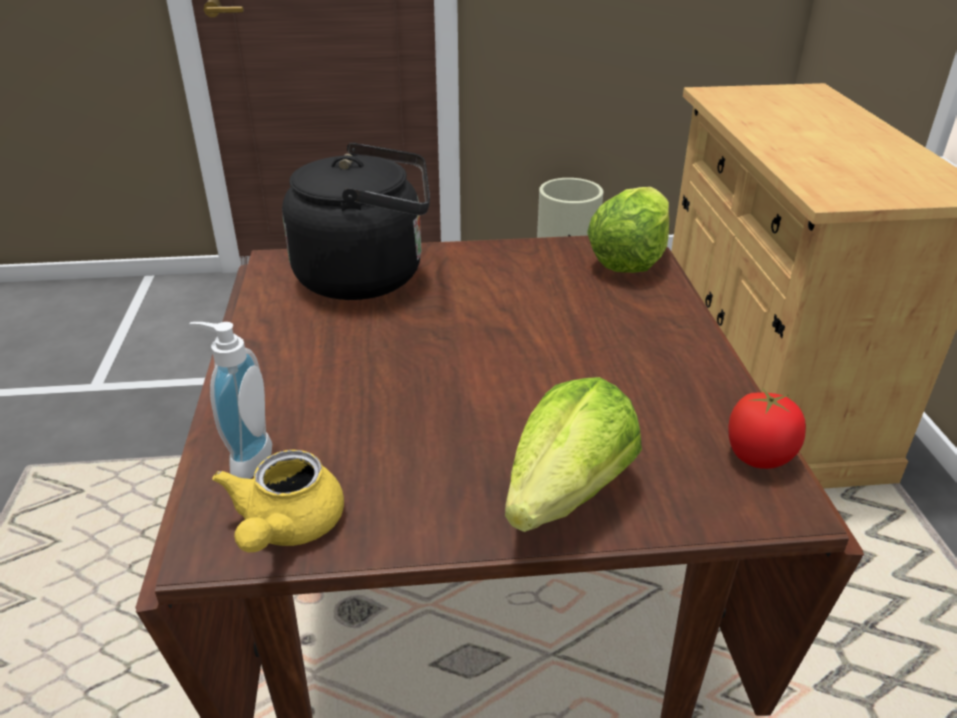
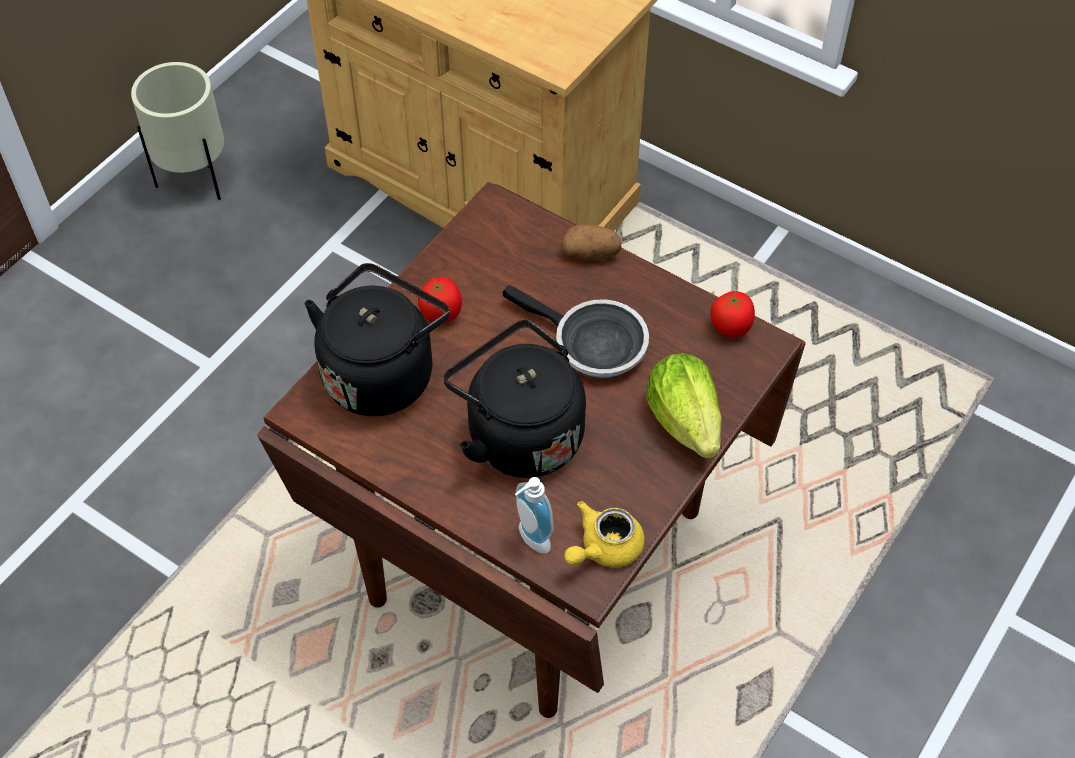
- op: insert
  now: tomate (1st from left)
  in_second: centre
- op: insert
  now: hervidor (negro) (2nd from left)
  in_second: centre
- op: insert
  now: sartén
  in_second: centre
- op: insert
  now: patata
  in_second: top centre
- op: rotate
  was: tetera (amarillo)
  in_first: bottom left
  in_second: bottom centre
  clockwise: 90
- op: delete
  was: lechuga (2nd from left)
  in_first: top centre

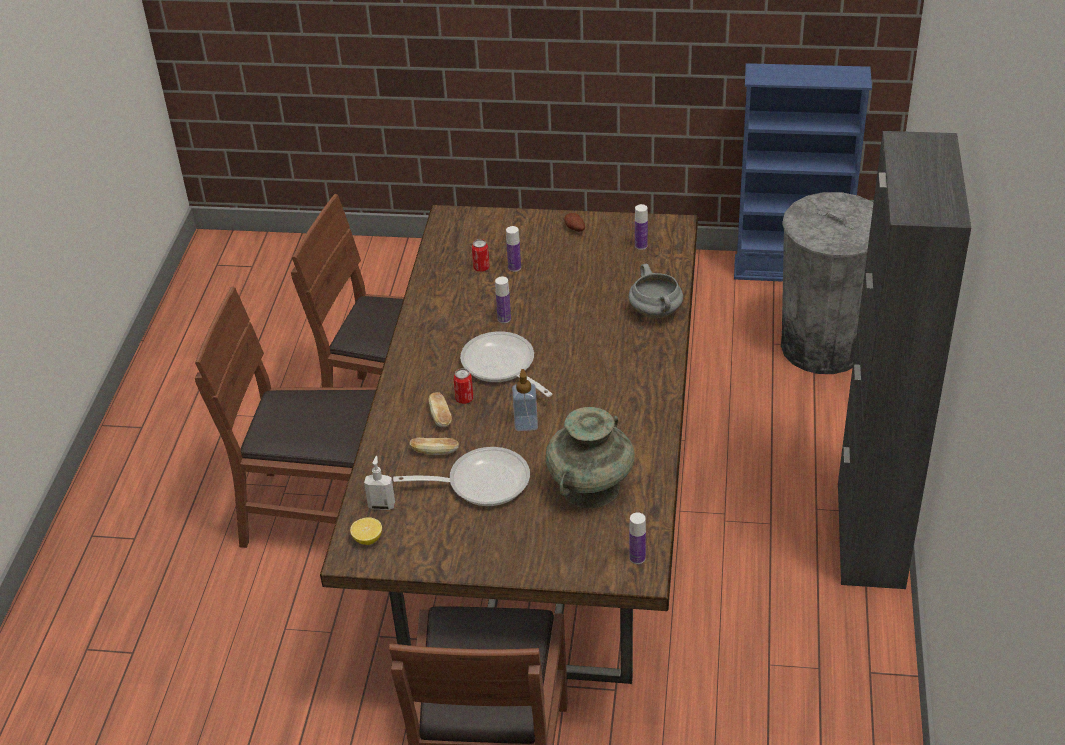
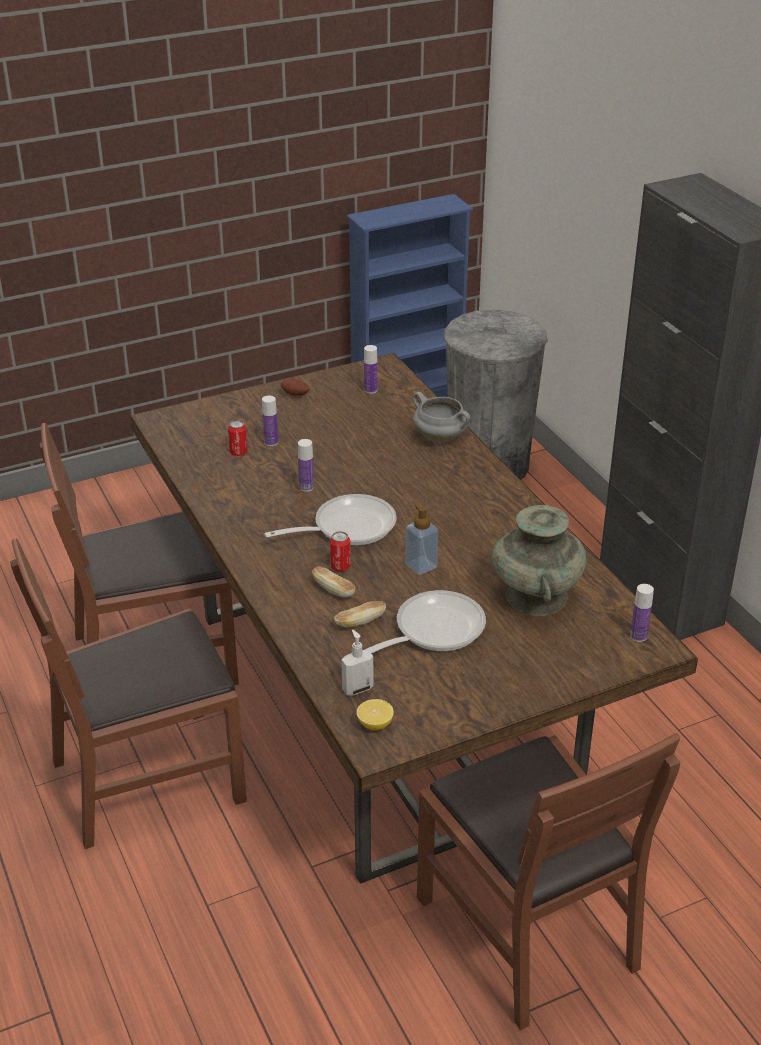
- op: rotate
  was: sartén (2nd from left in the first image)
  in_first: centre
  in_second: centre
  clockwise: 135

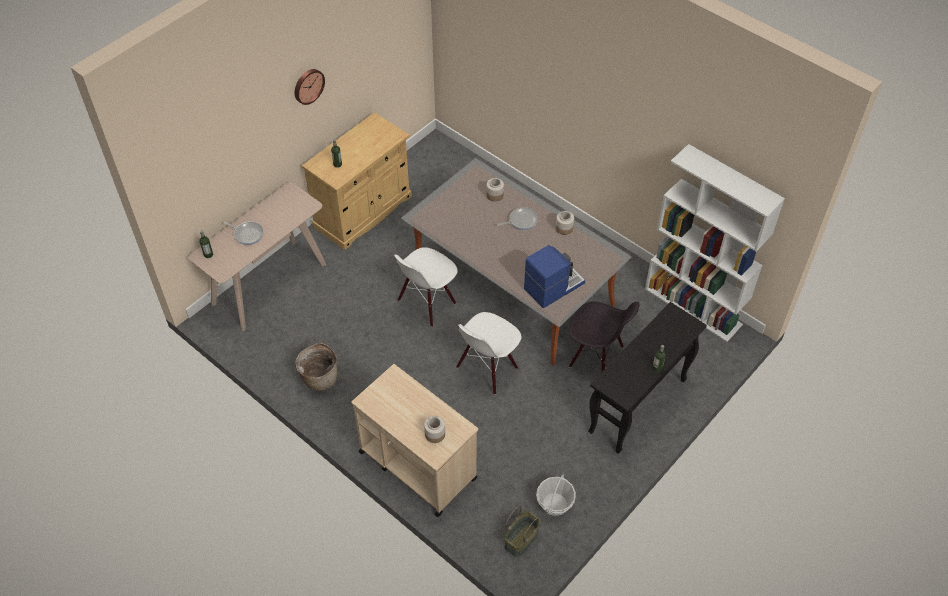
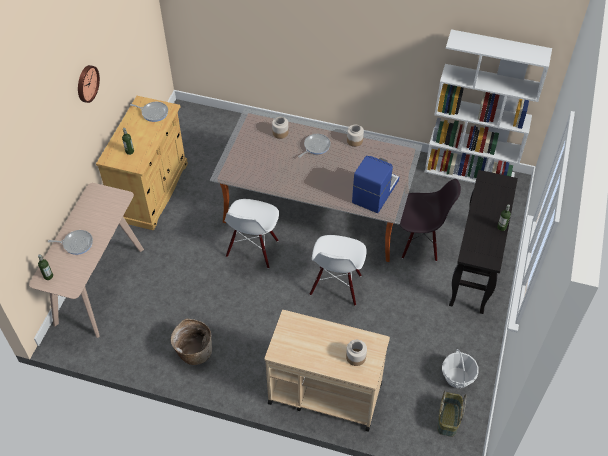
- op: insert
  now: sartén (2nd from left)
  in_second: top left

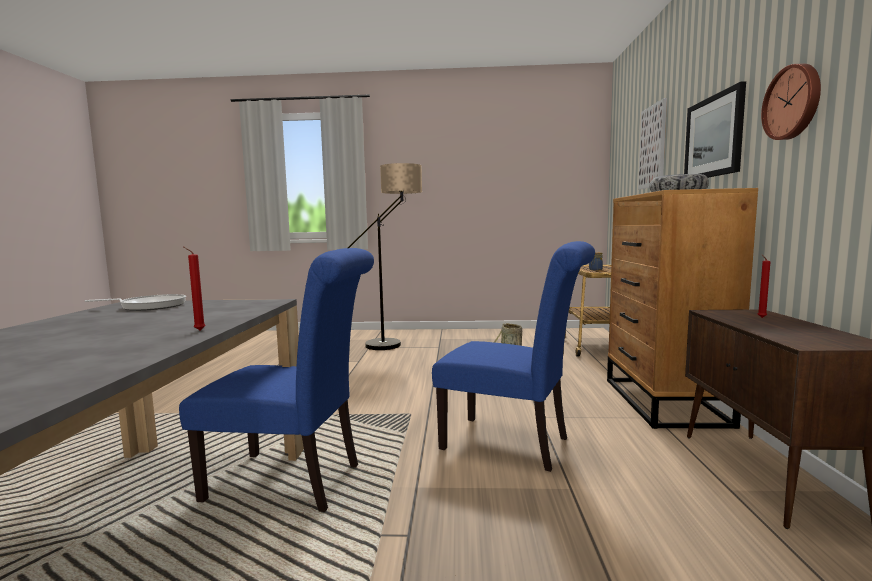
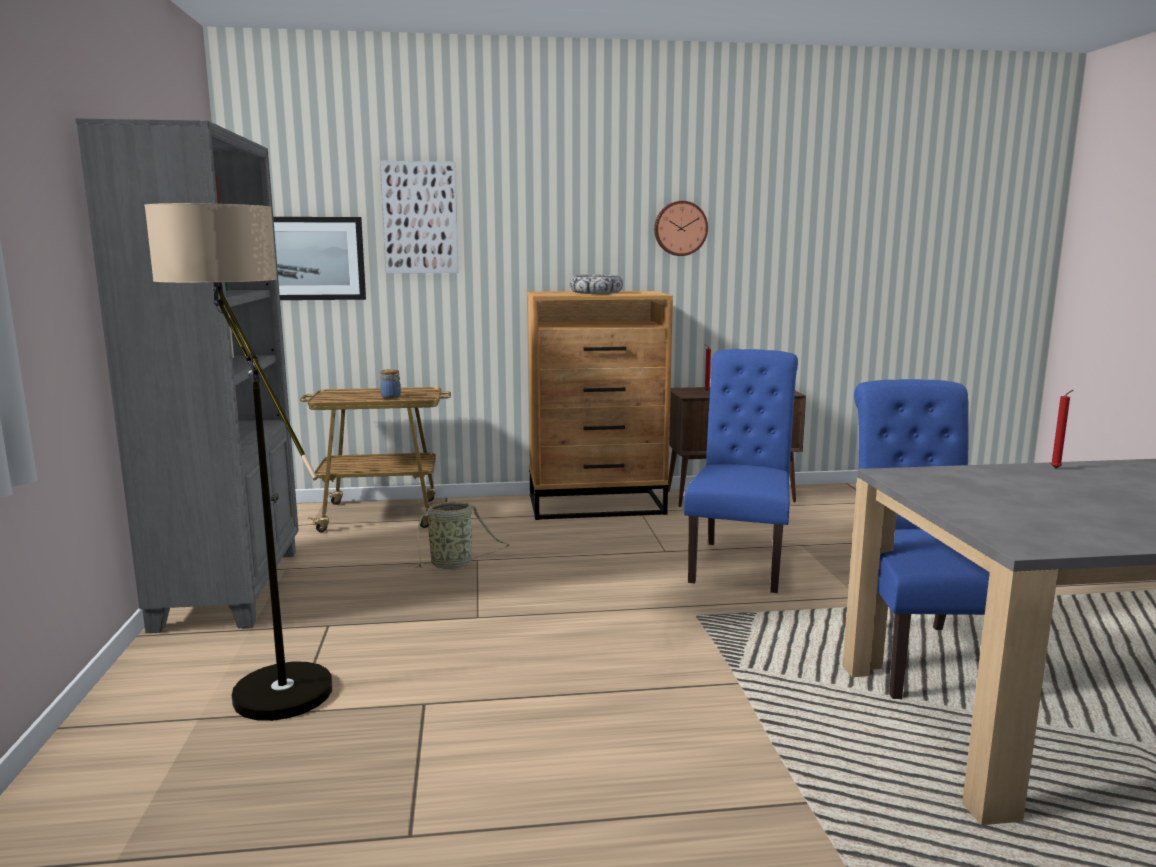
- op: insert
  now: estantería (gris)
  in_second: middle left
- op: move
  was: cuadro (2nd from left in the first image)
  now: cuadro (1st from left)
  in_first: top right
  in_second: top left
- op: delete
  was: sartén
  in_first: middle left

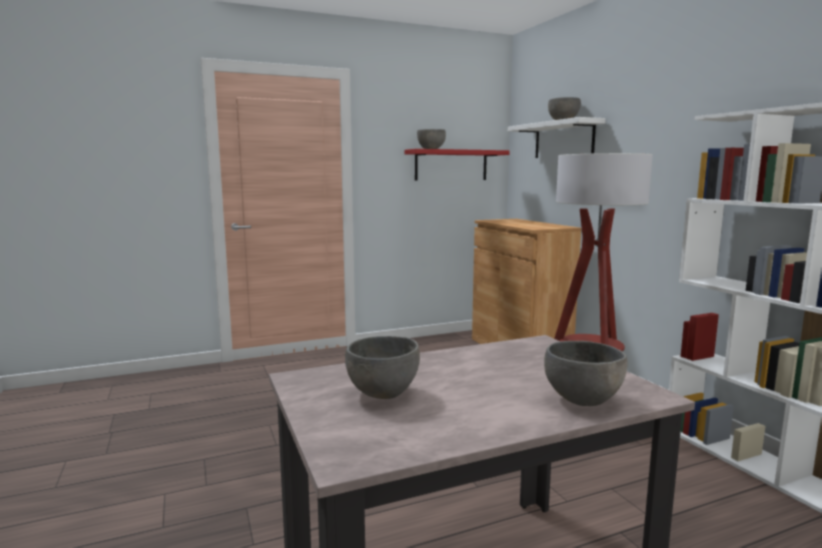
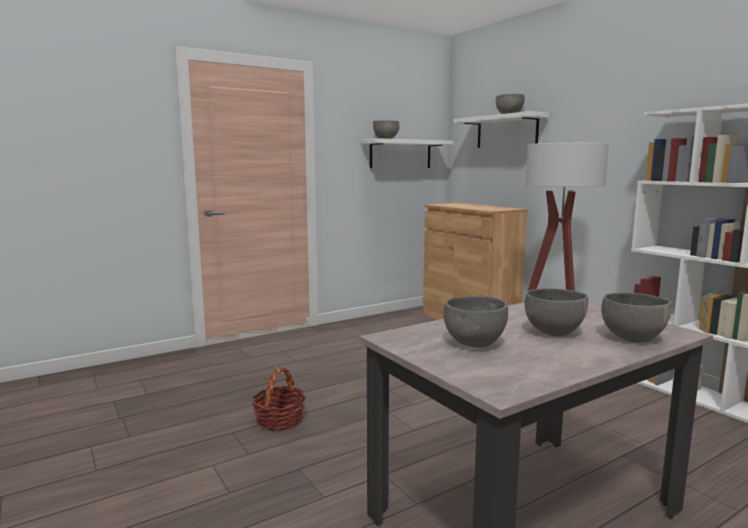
- op: insert
  now: cesta
  in_second: bottom centre
- op: recolor
  was: estante (rojo)
  now: estante (blanco) (1st from left)
  in_first: top centre
  in_second: top centre
- op: insert
  now: cuenco (gris) (4th from left)
  in_second: middle right

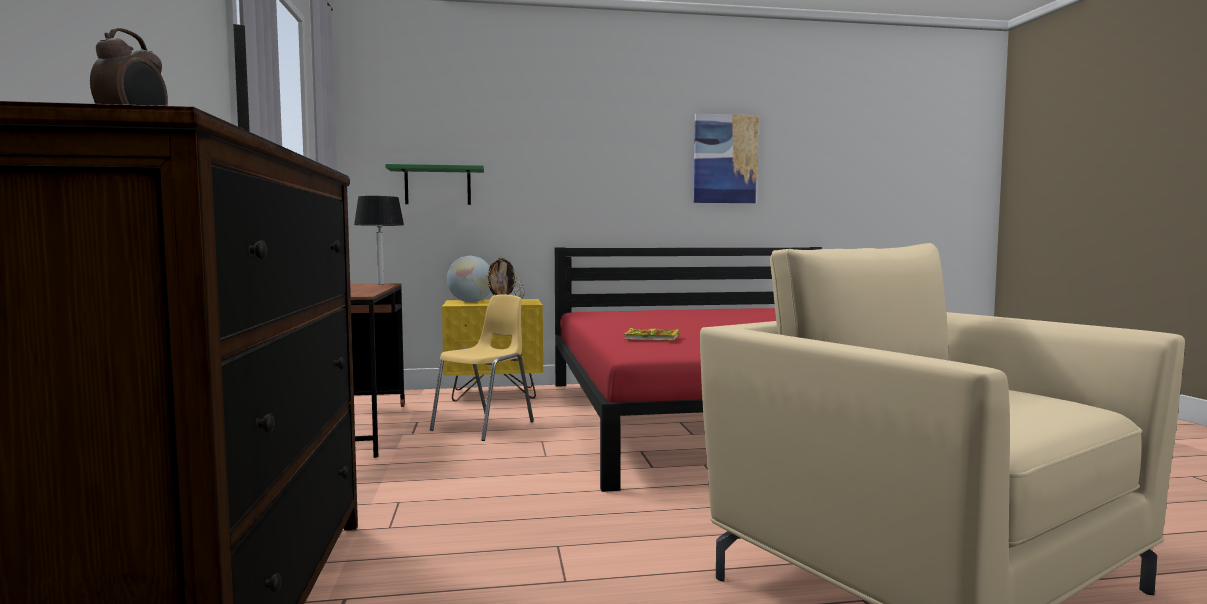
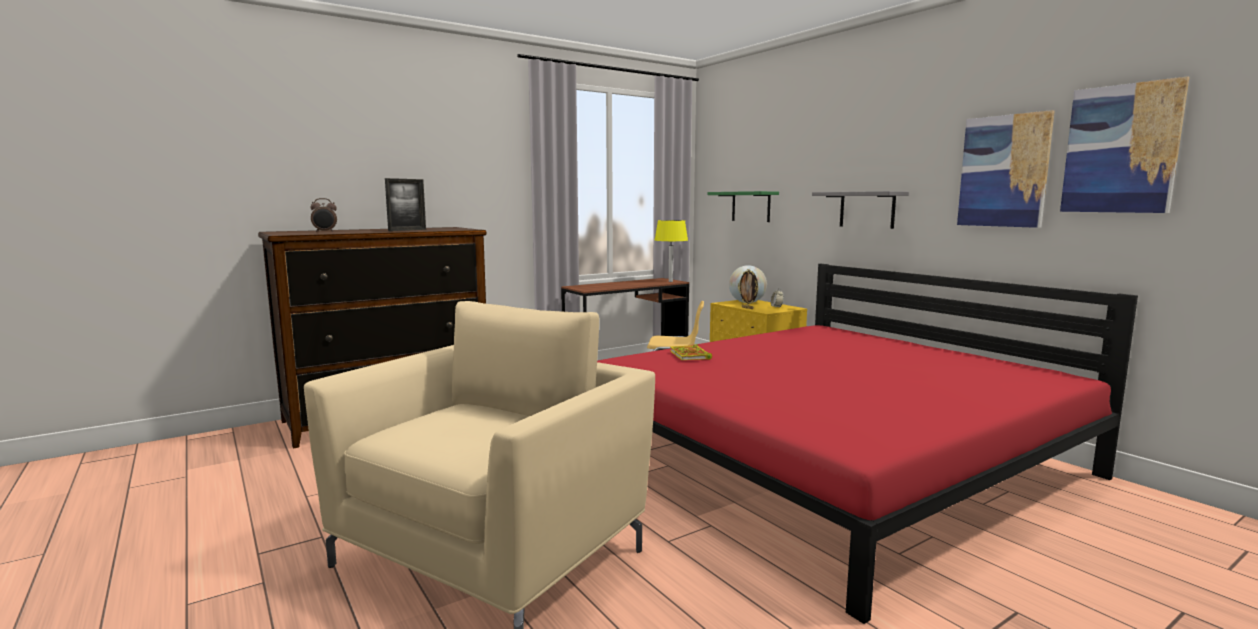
- op: recolor
  was: lámpara de mesa (negro)
  now: lámpara de mesa (amarillo)
  in_first: middle left
  in_second: centre
- op: insert
  now: estante (gris)
  in_second: middle right
- op: insert
  now: cuadro (2nd from left)
  in_second: top right

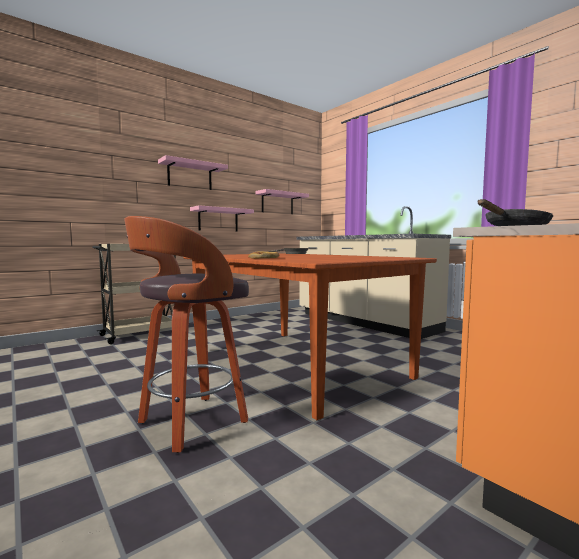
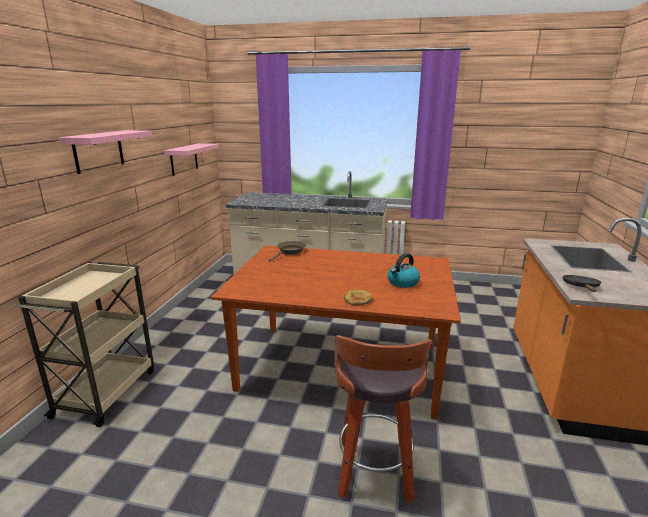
- op: insert
  now: hervidor
  in_second: centre
- op: delete
  was: estante (rosa) (2nd from left)
  in_first: centre

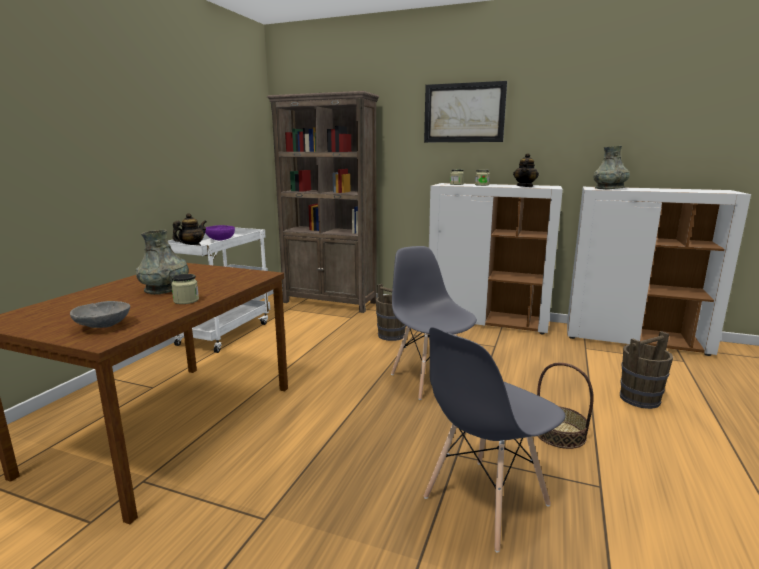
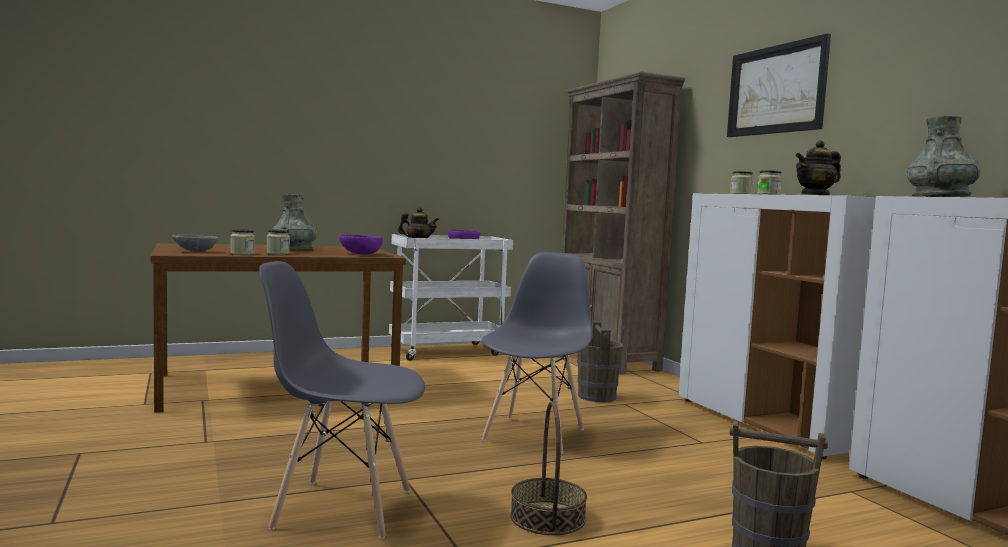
- op: insert
  now: tarro (1st from left)
  in_second: middle left
- op: insert
  now: cuenco (morado) (1st from left)
  in_second: centre

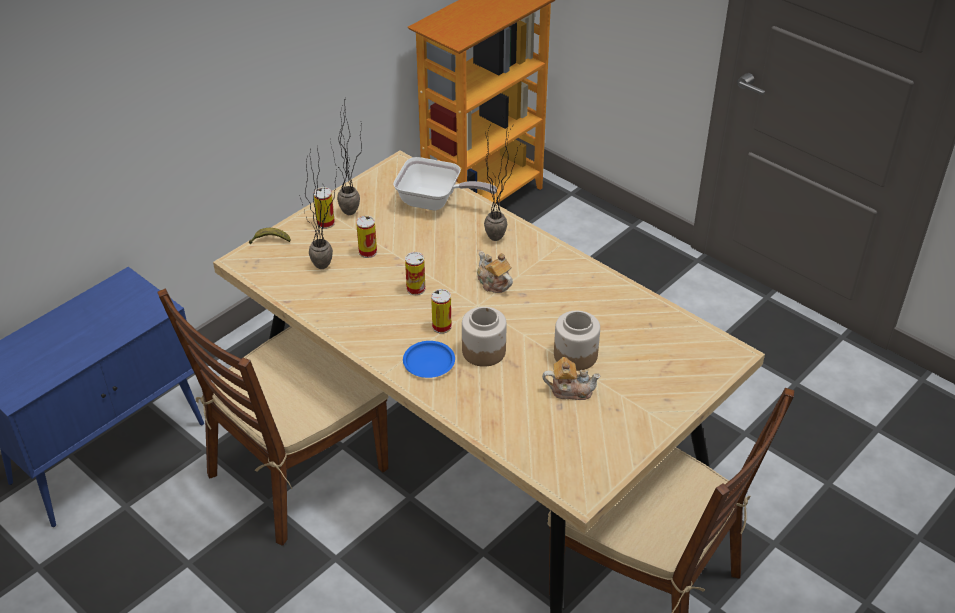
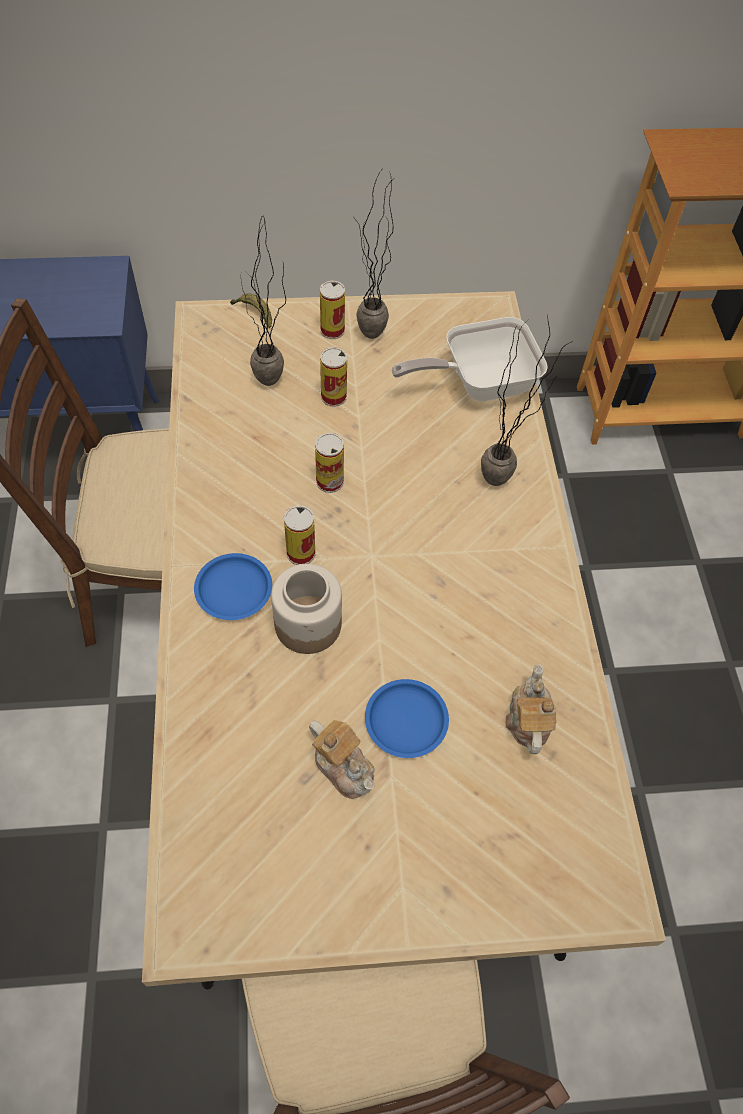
- op: replace
  was: tarro (2nd from left)
  now: plato (azul) (2nd from left)
  in_first: centre
  in_second: centre
- op: rotate
  was: sartén
  in_first: top centre
  in_second: top centre
  clockwise: 105
- op: move
  was: tetera (1st from left in the first image)
  now: tetera (2nd from left)
  in_first: centre
  in_second: middle right

